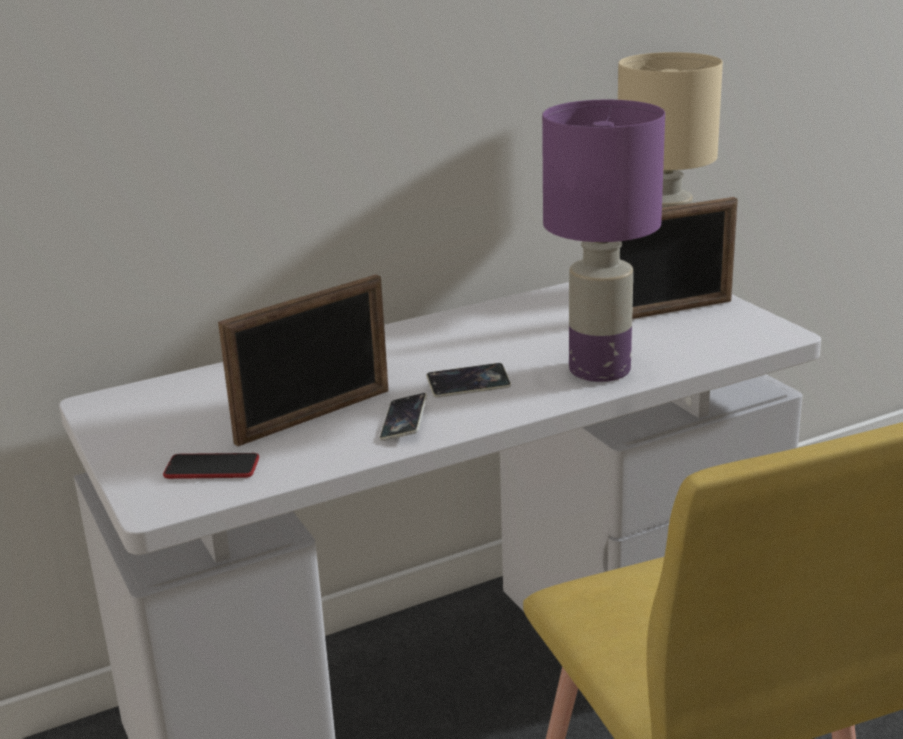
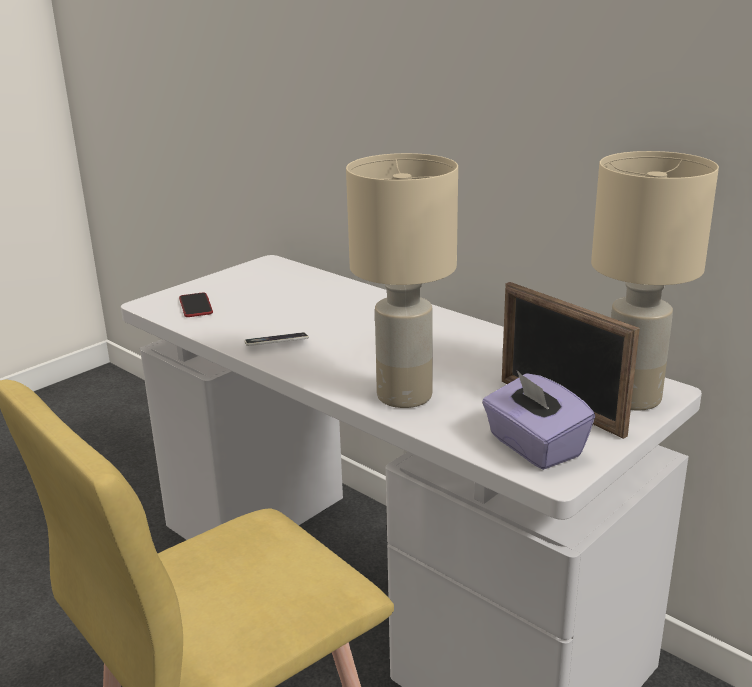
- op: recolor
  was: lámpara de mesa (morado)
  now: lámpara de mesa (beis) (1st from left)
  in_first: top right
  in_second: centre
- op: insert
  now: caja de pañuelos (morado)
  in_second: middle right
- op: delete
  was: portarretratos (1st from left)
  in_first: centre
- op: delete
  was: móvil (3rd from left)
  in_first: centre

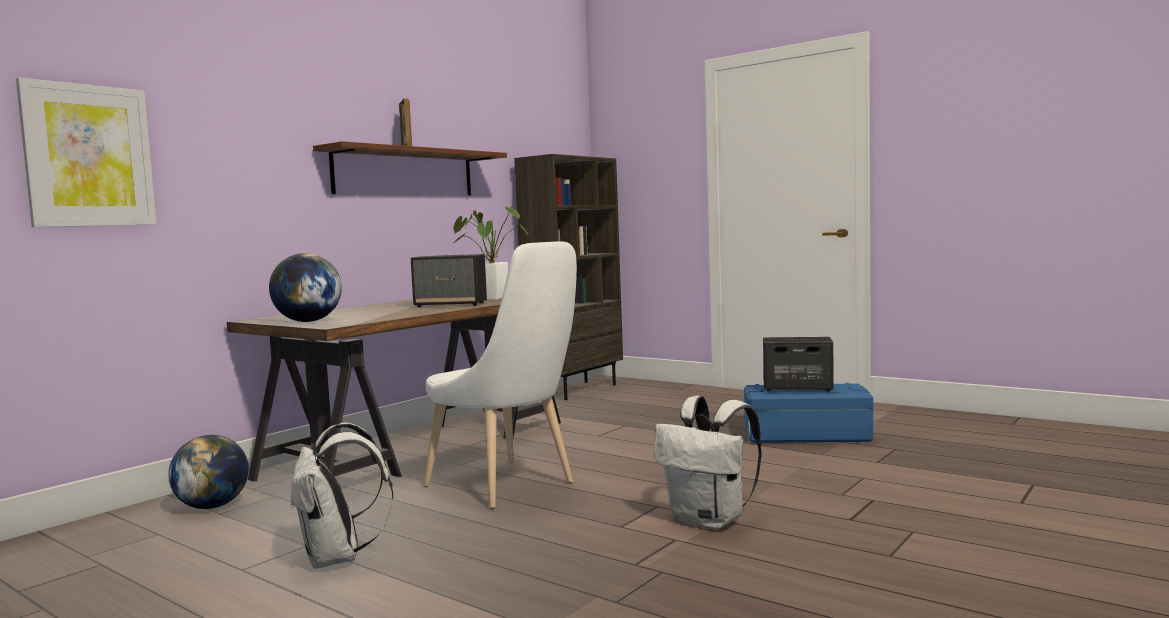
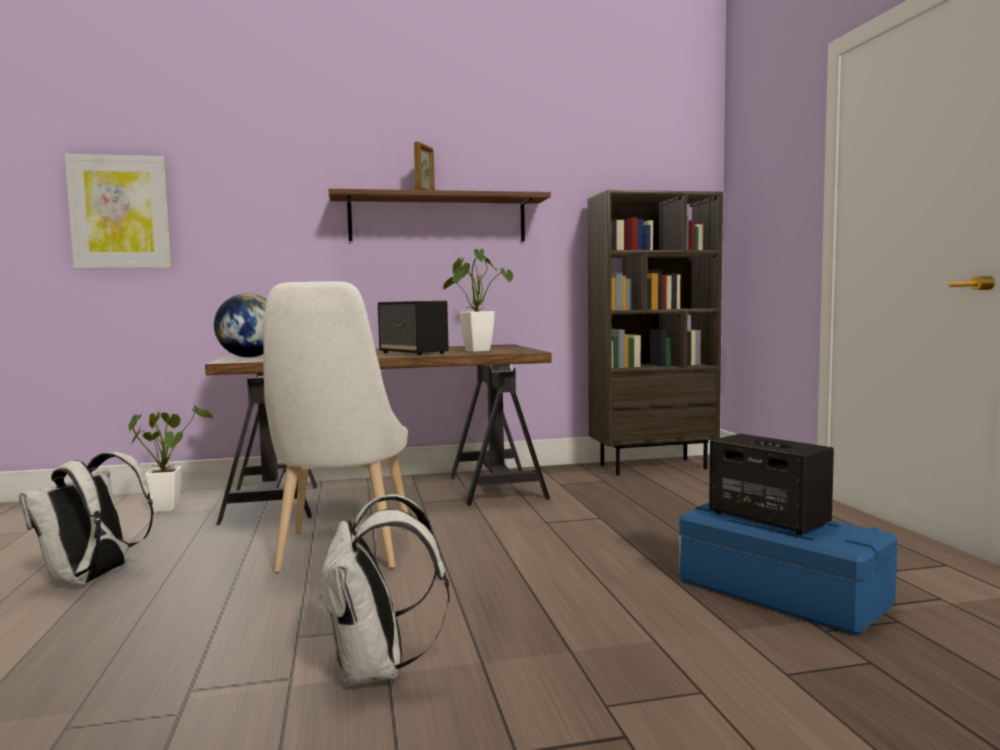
- op: replace
  was: globo terráqueo (1st from left)
  now: planta en maceta (1st from left)
  in_first: bottom left
  in_second: middle left

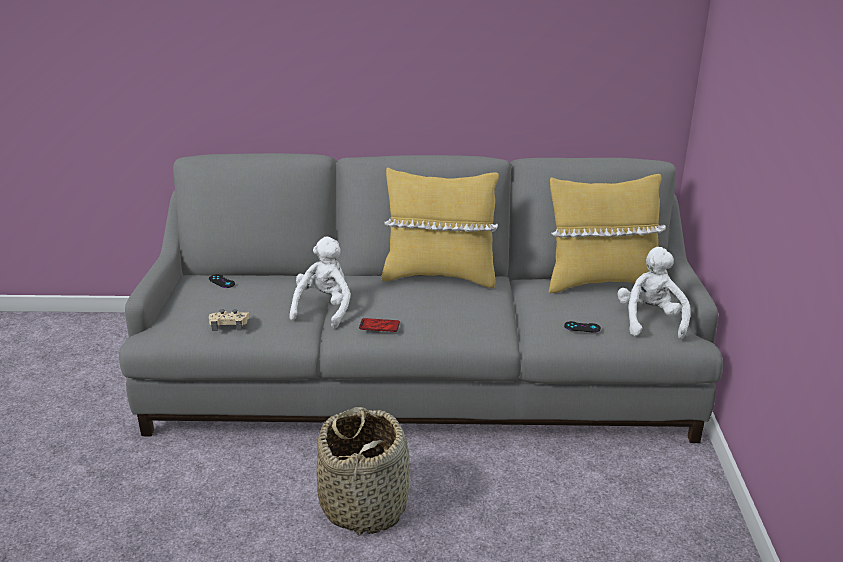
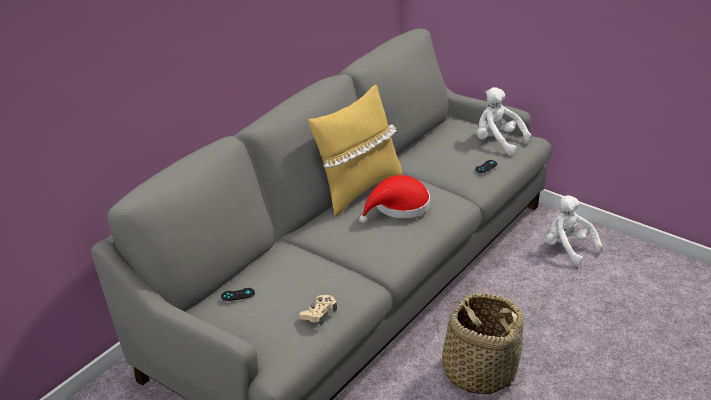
- op: insert
  now: sombrero (rojo)
  in_second: centre
- op: move
  was: peluche (blanco) (1st from left in the first image)
  now: peluche (blanco) (2nd from left)
  in_first: centre
  in_second: middle right
- op: delete
  was: móvil
  in_first: centre
- op: delete
  was: cojín (amarillo) (2nd from left)
  in_first: middle right

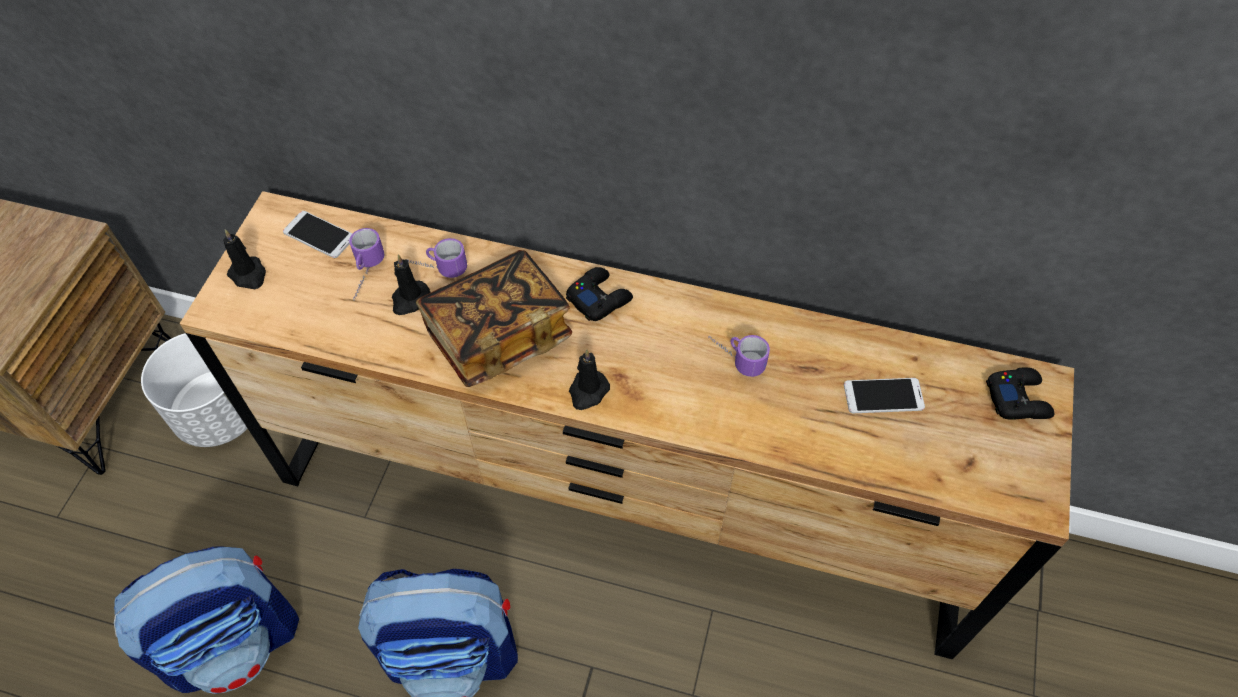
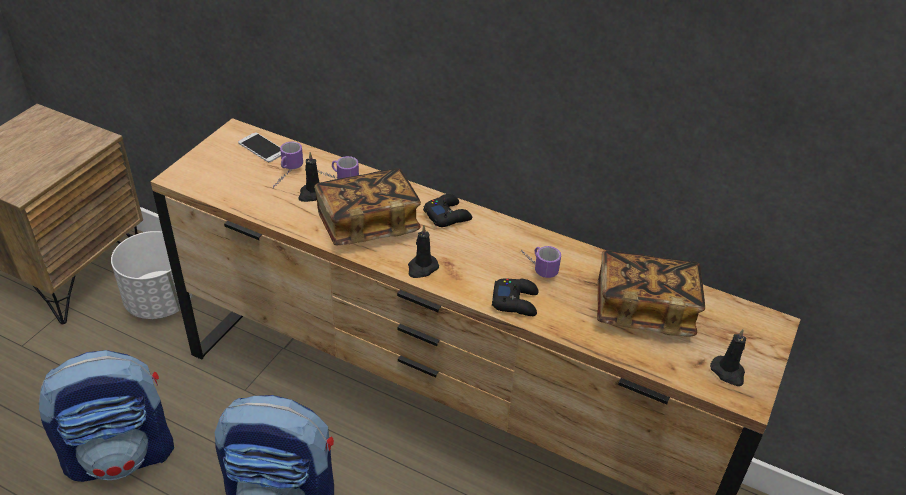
- op: move
  was: mando de consola (negro) (2nd from left)
  in_first: middle right
  in_second: centre
- op: replace
  was: móvil (2nd from left)
  now: libro (2nd from left)
  in_first: middle right
  in_second: middle right
- op: move
  was: vela (negro) (1st from left in the first image)
  now: vela (negro) (3rd from left)
  in_first: middle left
  in_second: bottom right

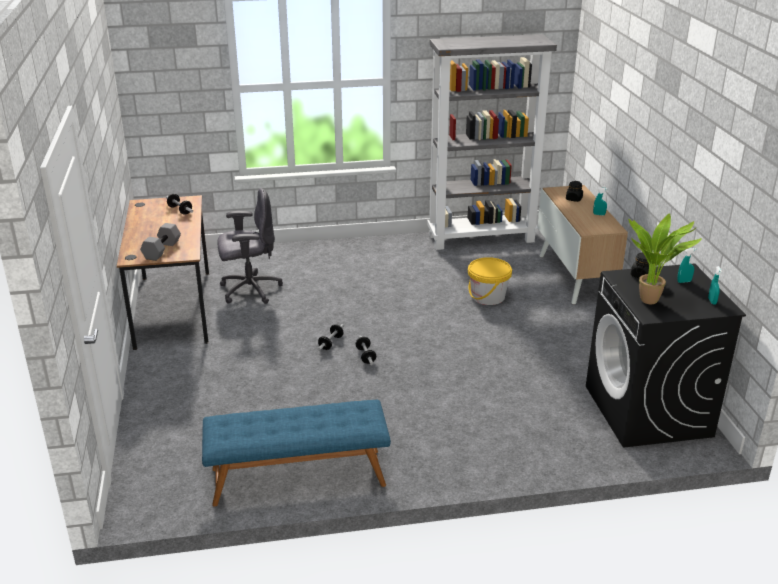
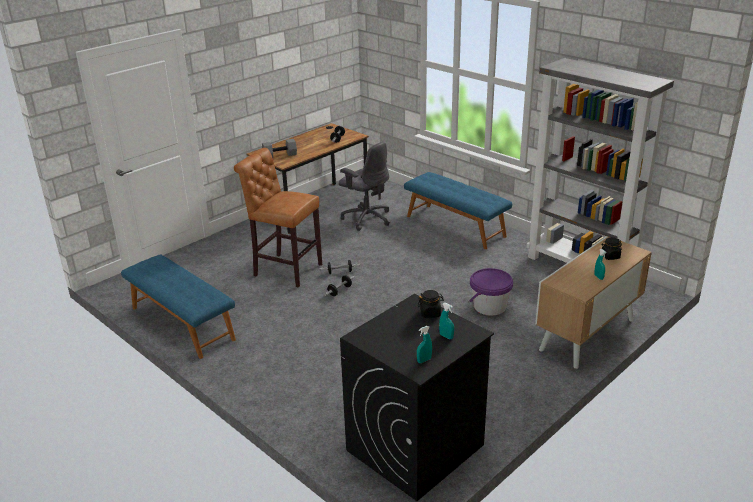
- op: insert
  now: taburete (marrón)
  in_second: centre
- op: insert
  now: banco (azul) (2nd from left)
  in_second: centre
- op: recolor
  was: cubo (amarillo)
  now: cubo (morado)
  in_first: centre
  in_second: centre
- op: delete
  was: planta en maceta
  in_first: middle right

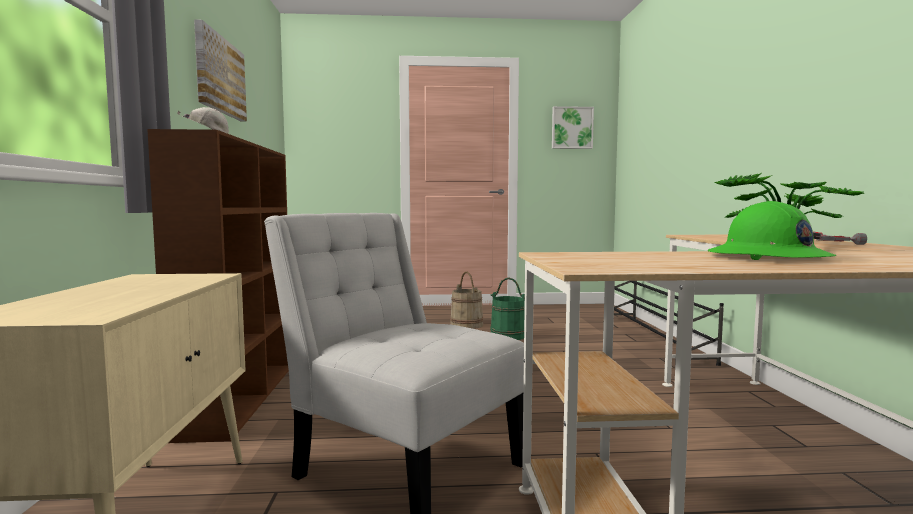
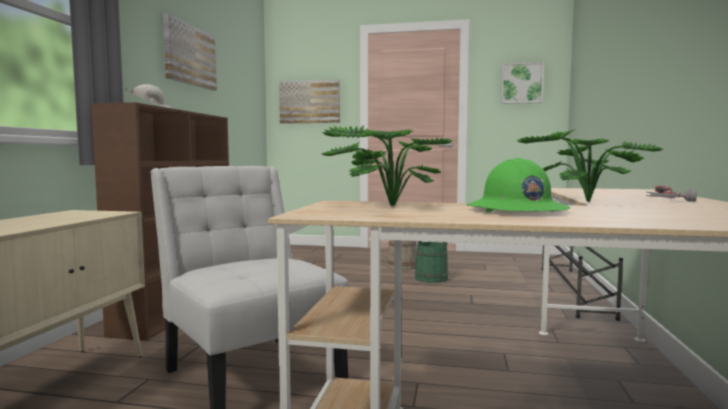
- op: insert
  now: cuadro (2nd from left)
  in_second: top centre
- op: insert
  now: planta en maceta (1st from left)
  in_second: centre

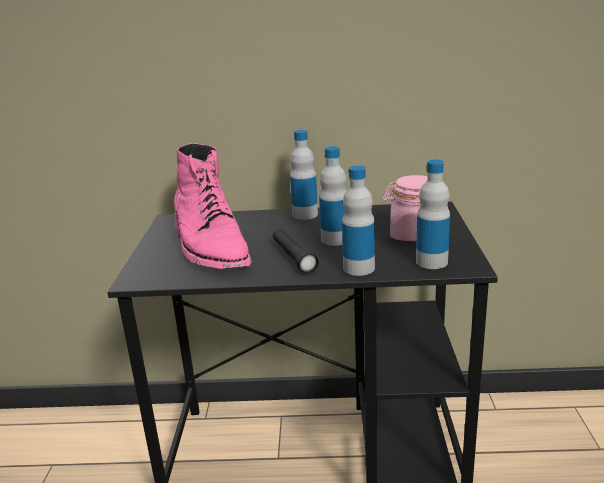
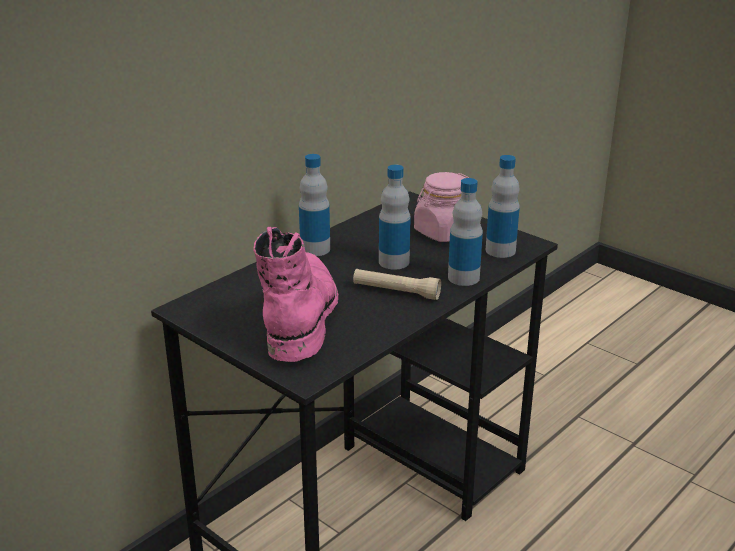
- op: rotate
  was: bota (rosa)
  in_first: centre
  in_second: centre
  clockwise: -105
- op: recolor
  was: linterna (negro)
  now: linterna (beis)
  in_first: centre
  in_second: centre

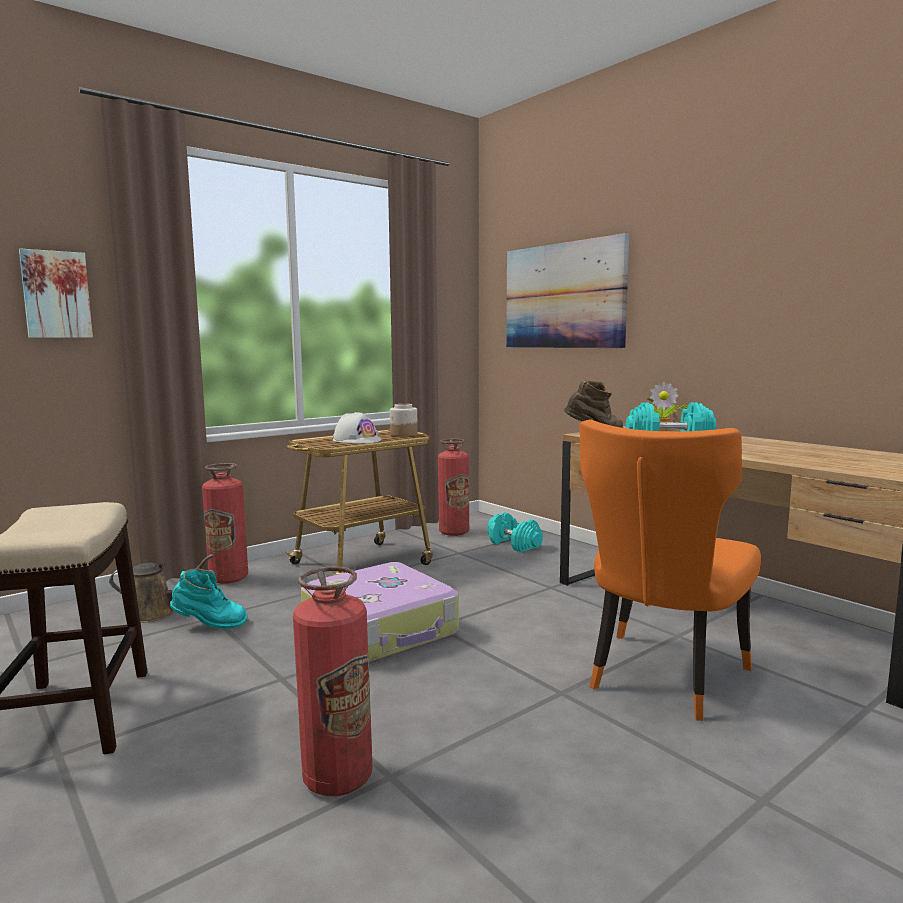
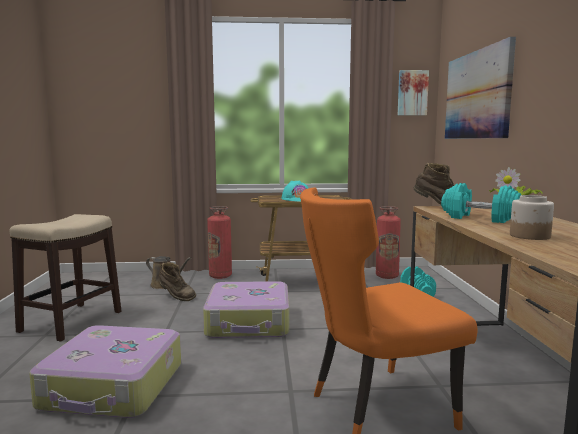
- op: replace
  was: extintor (2nd from left)
  now: maleta (1st from left)
  in_first: bottom centre
  in_second: bottom left
- op: recolor
  was: bota (turquesa)
  now: bota (marrón) (1st from left)
  in_first: middle left
  in_second: middle left
- op: recolor
  was: casco (blanco)
  now: casco (turquesa)
  in_first: centre
  in_second: centre
- op: move
  was: cuadro (1st from left)
  in_first: top left
  in_second: top right
- op: move
  was: tarro
  in_first: centre
  in_second: middle right

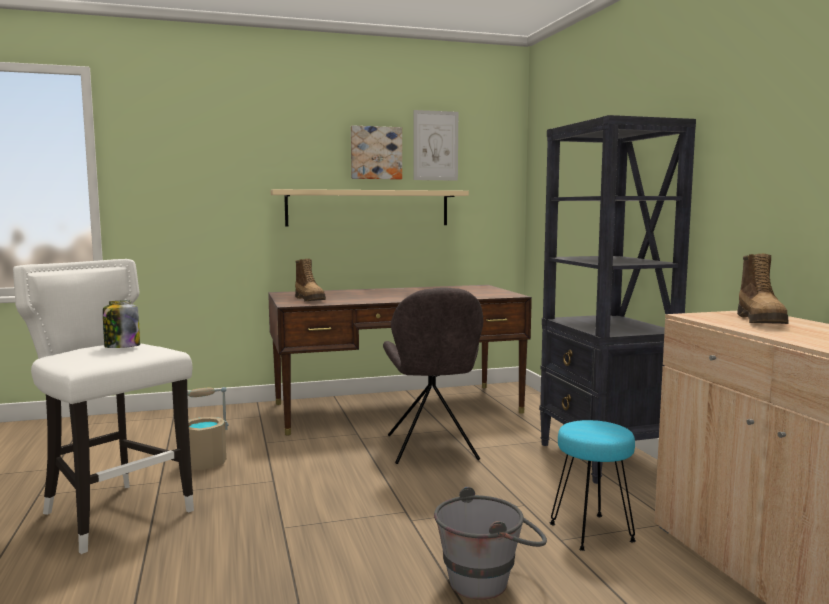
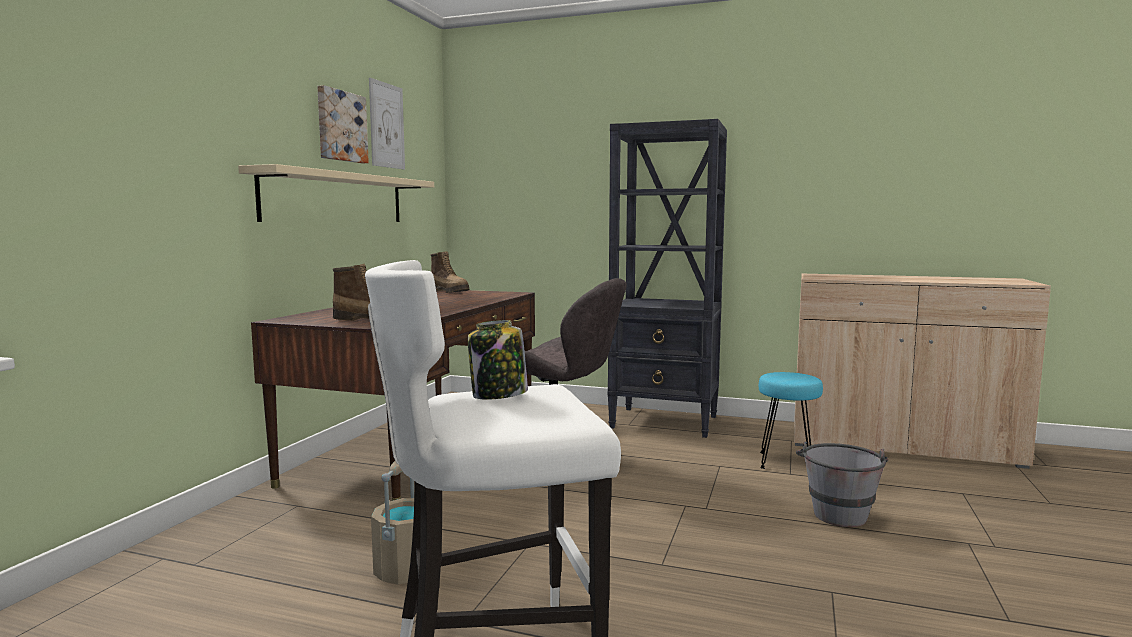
- op: move
  was: bota (2nd from left)
  in_first: middle right
  in_second: centre

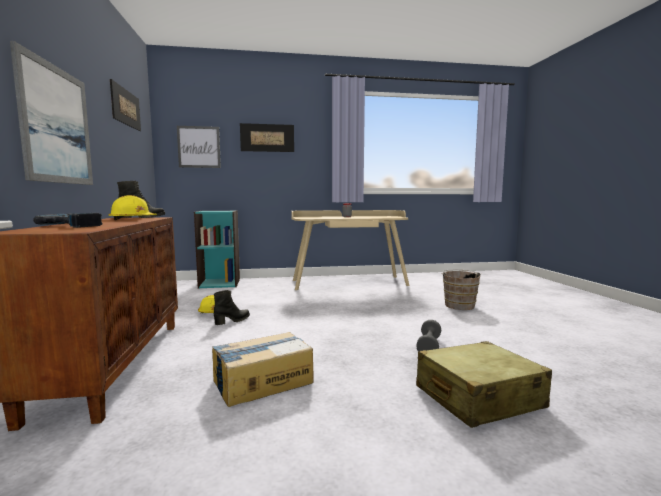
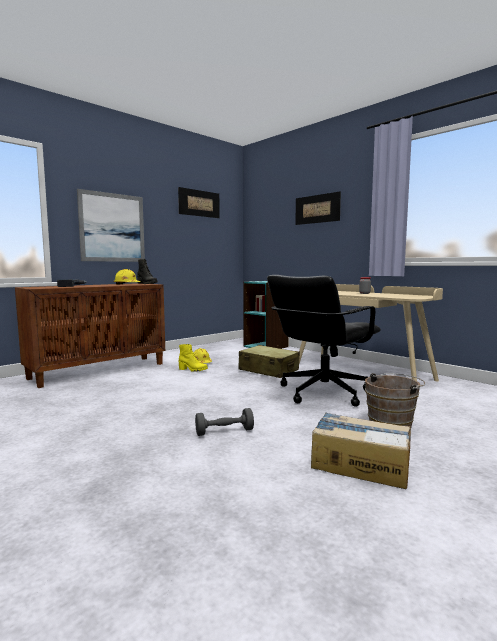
- op: recolor
  was: bota (negro) (2nd from left)
  now: bota (amarillo)
  in_first: centre
  in_second: centre
- op: move
  was: maleta (beis)
  in_first: bottom right
  in_second: centre
- op: insert
  now: silla de oficina (negro)
  in_second: centre
- op: move
  was: caja de cartón
  in_first: bottom centre
  in_second: bottom right
- op: delete
  was: cuadro (3rd from left)
  in_first: top left

